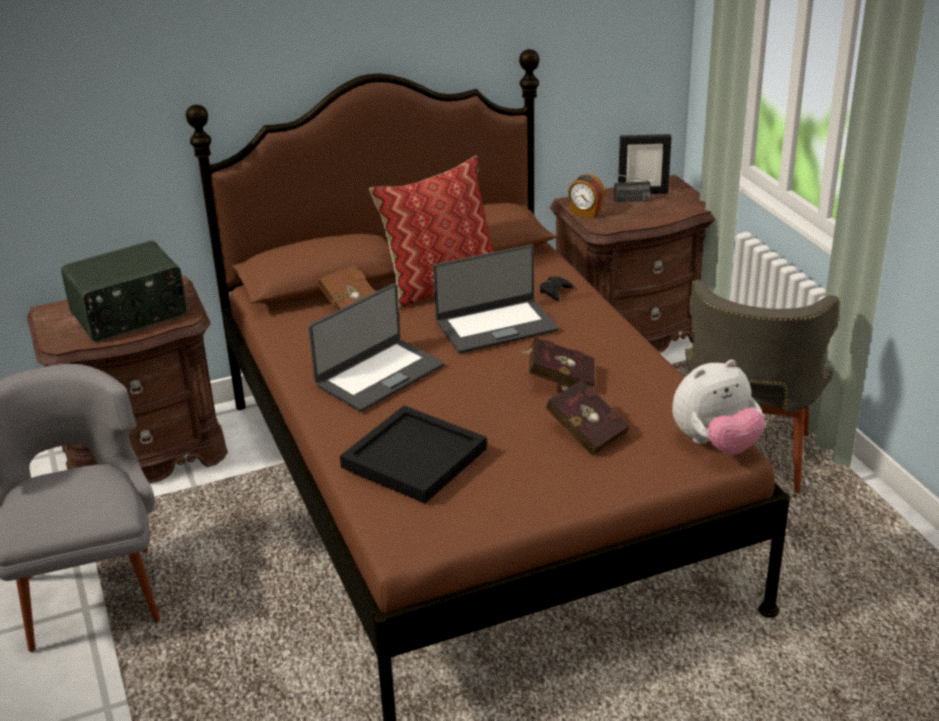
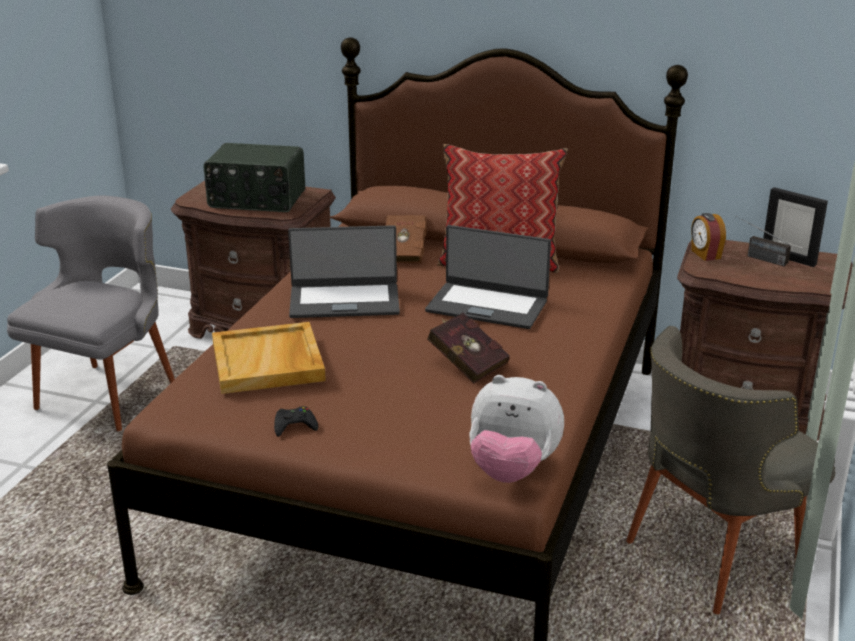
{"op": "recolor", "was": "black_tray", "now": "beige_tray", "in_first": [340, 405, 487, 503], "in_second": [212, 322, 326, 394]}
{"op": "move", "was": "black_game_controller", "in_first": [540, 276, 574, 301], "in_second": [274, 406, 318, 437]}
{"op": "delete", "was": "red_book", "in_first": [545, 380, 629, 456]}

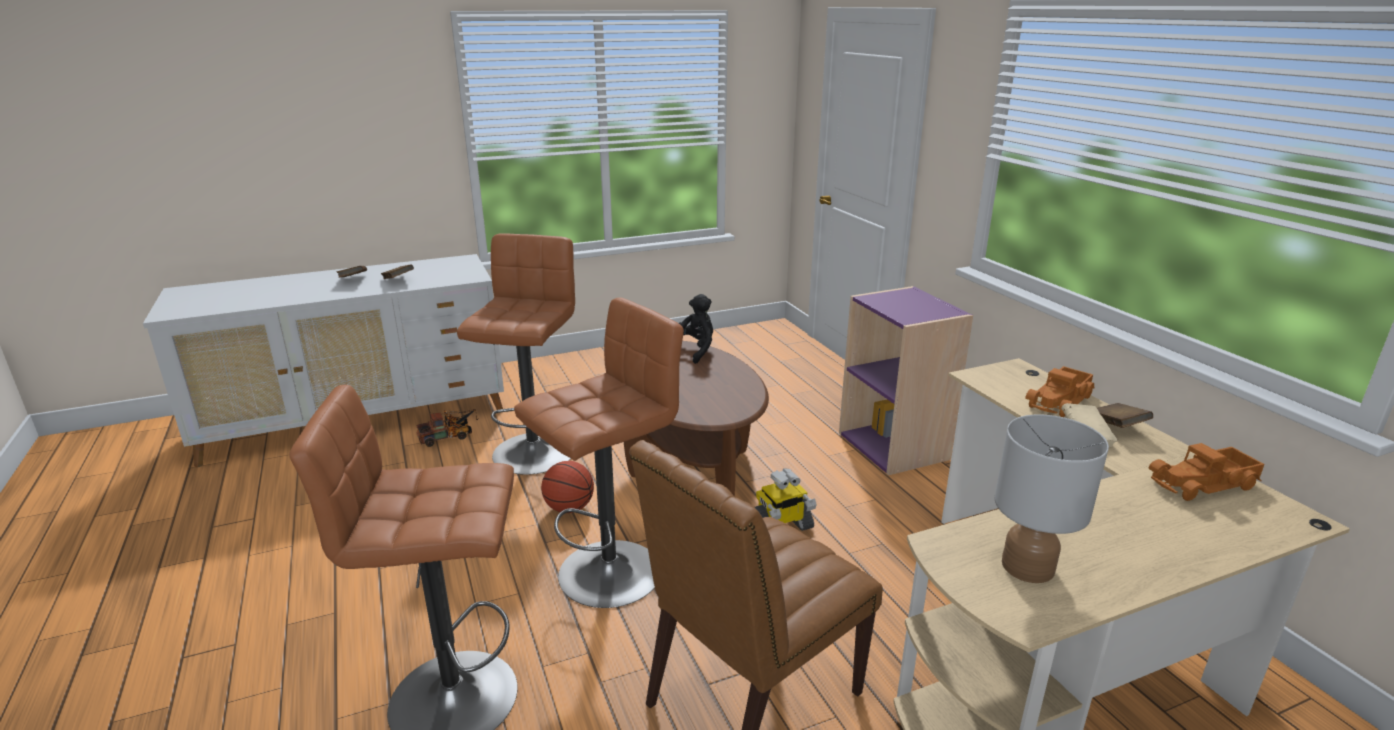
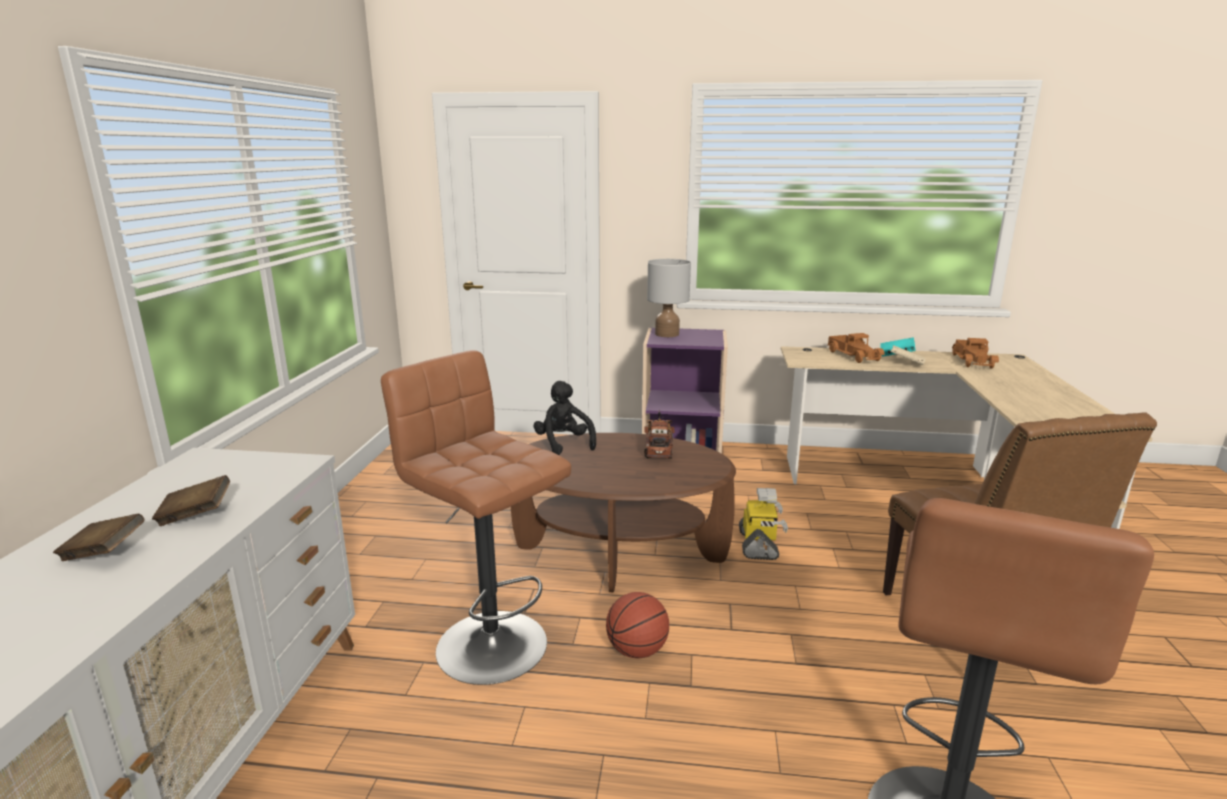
{"op": "move", "was": "toy_truck", "in_first": [416, 409, 478, 447], "in_second": [644, 410, 675, 459]}
{"op": "delete", "was": "brown_stool", "in_first": [514, 297, 684, 608]}
{"op": "move", "was": "grey_table_lamp", "in_first": [995, 414, 1109, 583], "in_second": [647, 259, 691, 337]}
{"op": "recolor", "was": "brown_book", "now": "turquoise_book", "in_first": [1097, 403, 1153, 428], "in_second": [880, 337, 915, 357]}

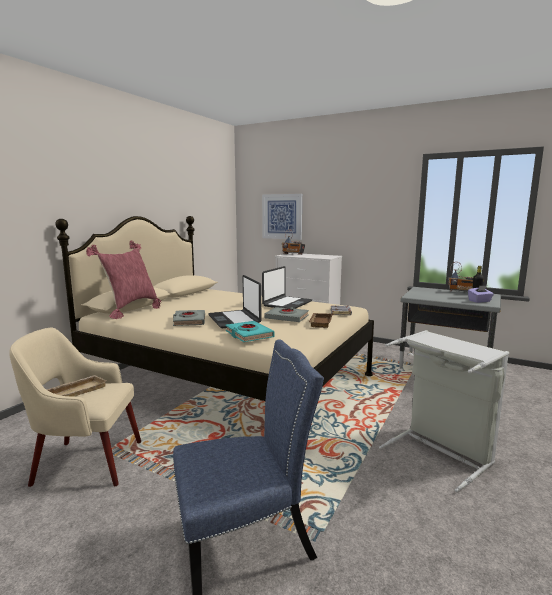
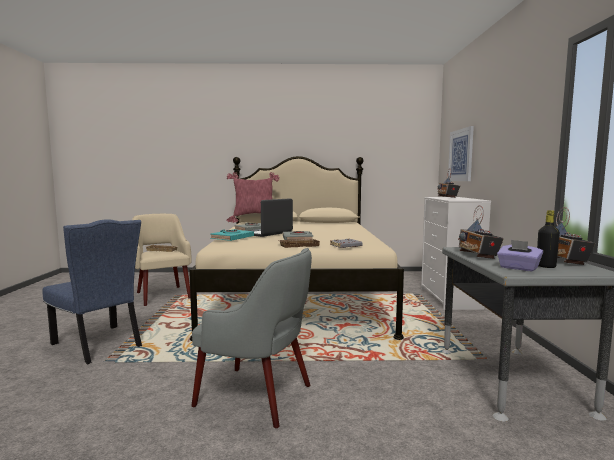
{"op": "delete", "was": "laptop", "in_first": [262, 266, 312, 309]}
{"op": "replace", "was": "grey_laundry_basket", "now": "grey_armchair", "in_first": [379, 330, 509, 492], "in_second": [191, 248, 312, 428]}
{"op": "insert", "now": "radio", "in_second": [458, 205, 504, 259]}

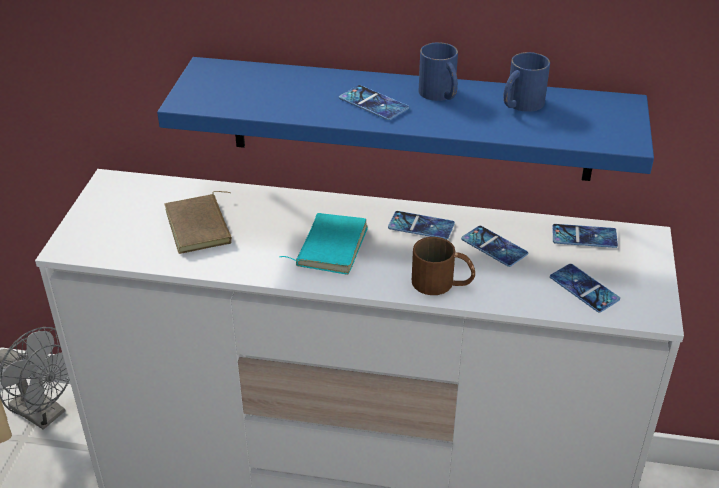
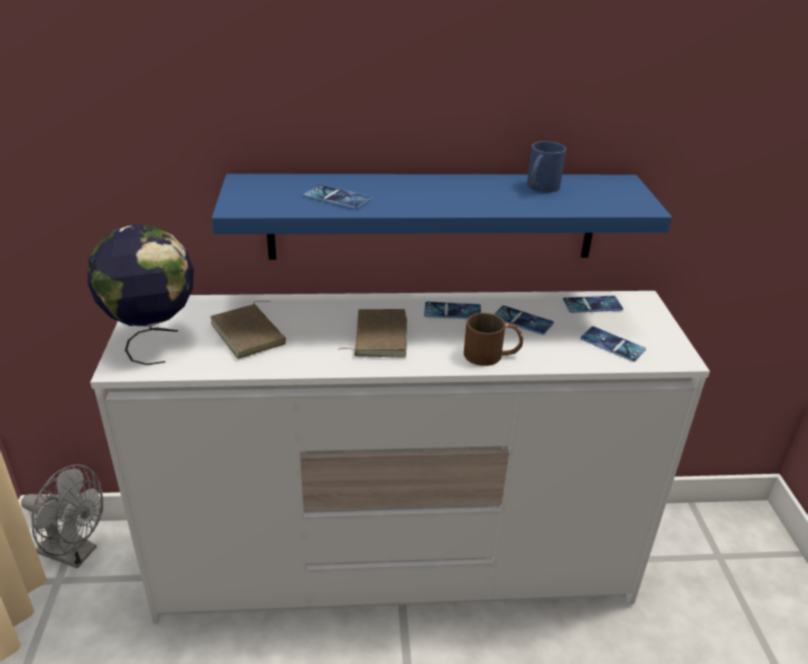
{"op": "recolor", "was": "turquoise_book", "now": "brown_book", "in_first": [280, 213, 368, 275], "in_second": [338, 309, 407, 358]}
{"op": "move", "was": "phone", "in_first": [339, 85, 409, 120], "in_second": [304, 185, 372, 209]}
{"op": "delete", "was": "blue_mug", "in_first": [418, 42, 458, 101]}
{"op": "insert", "now": "globe", "in_second": [87, 225, 194, 365]}

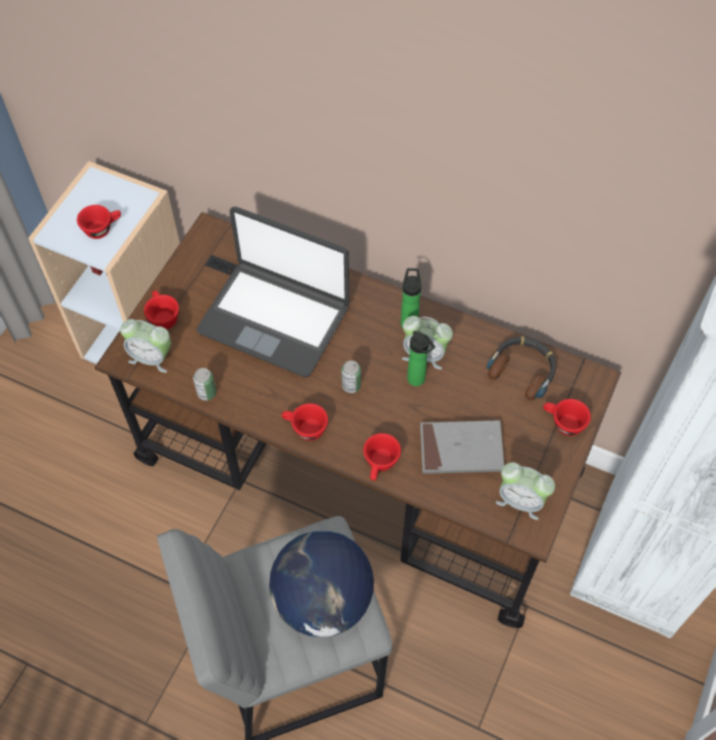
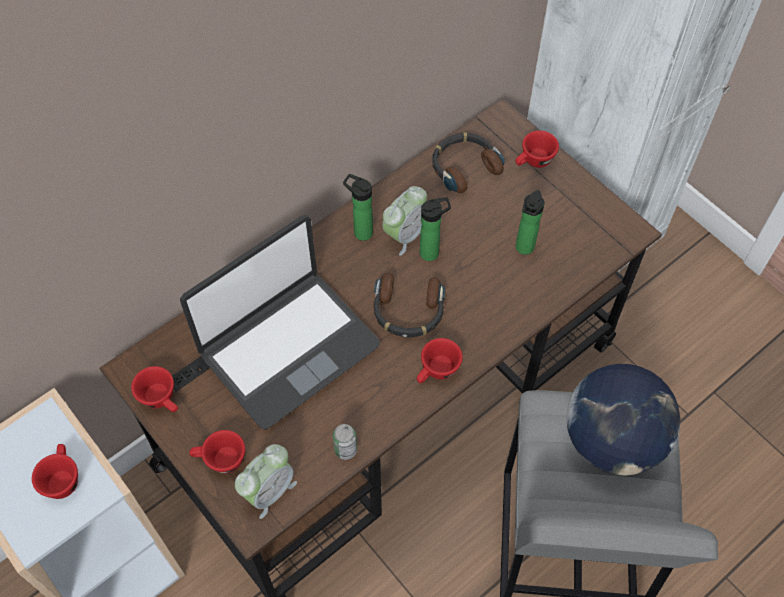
{"op": "replace", "was": "can", "now": "headphones", "in_first": [341, 360, 361, 393], "in_second": [374, 273, 445, 337]}
{"op": "move", "was": "red_cup", "in_first": [363, 433, 401, 481], "in_second": [131, 366, 178, 412]}
{"op": "replace", "was": "grey_book", "now": "bottle", "in_first": [420, 420, 504, 474], "in_second": [516, 190, 545, 255]}
{"op": "delete", "was": "alarm_clock", "in_first": [496, 462, 555, 520]}

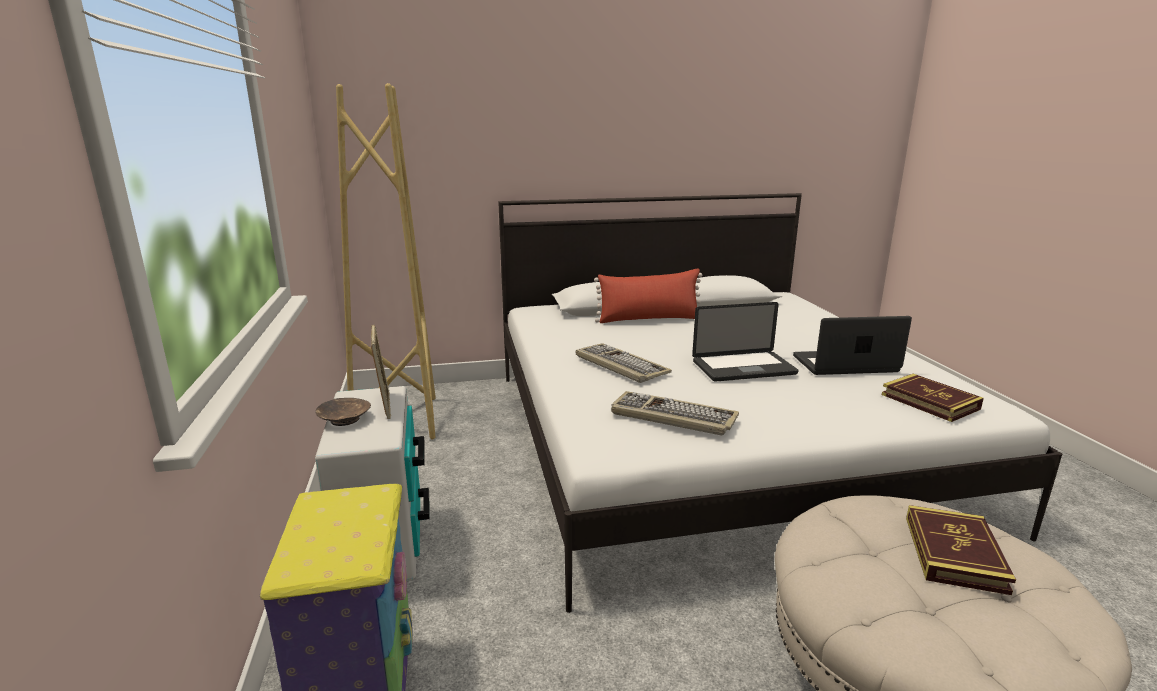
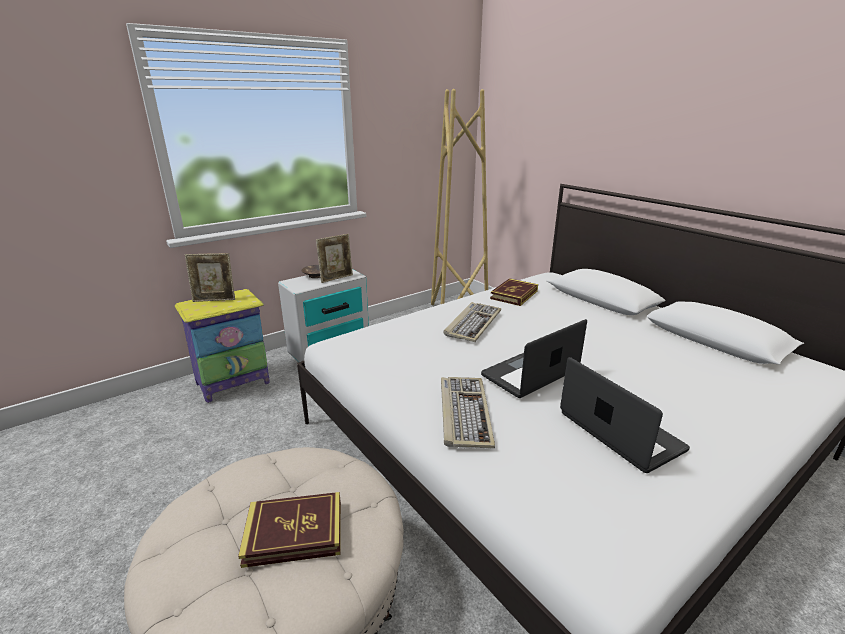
{"op": "delete", "was": "red_pillow", "in_first": [594, 269, 702, 323]}
{"op": "move", "was": "keyboard", "in_first": [611, 391, 739, 436], "in_second": [441, 377, 495, 448]}
{"op": "rotate", "was": "laptop", "in_first": [692, 302, 799, 382], "in_second": [481, 319, 587, 398], "clockwise": 90}
{"op": "move", "was": "book", "in_first": [882, 374, 984, 422], "in_second": [490, 278, 538, 306]}
{"op": "insert", "now": "picture_frame", "in_second": [185, 253, 235, 302]}

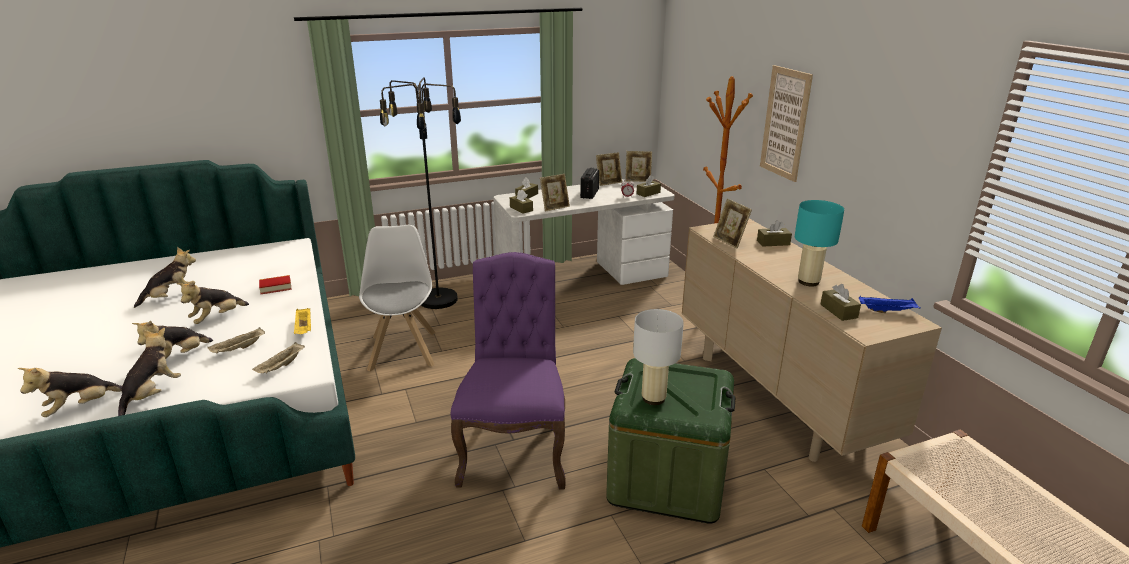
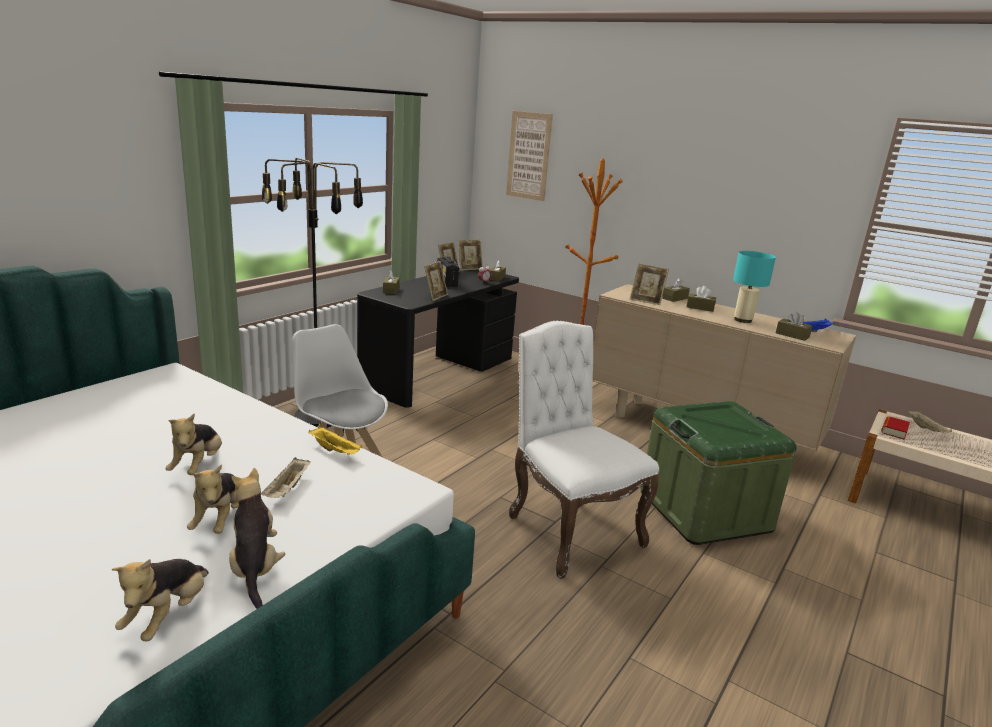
{"op": "delete", "was": "plush_toy", "in_first": [134, 247, 196, 308]}
{"op": "move", "was": "beige_tray", "in_first": [252, 342, 305, 373], "in_second": [908, 411, 952, 433]}
{"op": "move", "was": "book", "in_first": [259, 275, 292, 294], "in_second": [881, 416, 910, 440]}
{"op": "recolor", "was": "purple_chair", "now": "white_chair", "in_first": [451, 252, 566, 489], "in_second": [509, 321, 659, 579]}
{"op": "recolor", "was": "white_desk", "now": "black_desk", "in_first": [493, 179, 674, 285], "in_second": [357, 268, 519, 408]}
{"op": "move", "was": "brown_tissue_box", "in_first": [510, 189, 533, 214], "in_second": [686, 286, 716, 312]}
{"op": "delete", "was": "white_table_lamp", "in_first": [633, 309, 684, 405]}
{"op": "move", "was": "picture", "in_first": [760, 65, 813, 182], "in_second": [506, 111, 553, 201]}

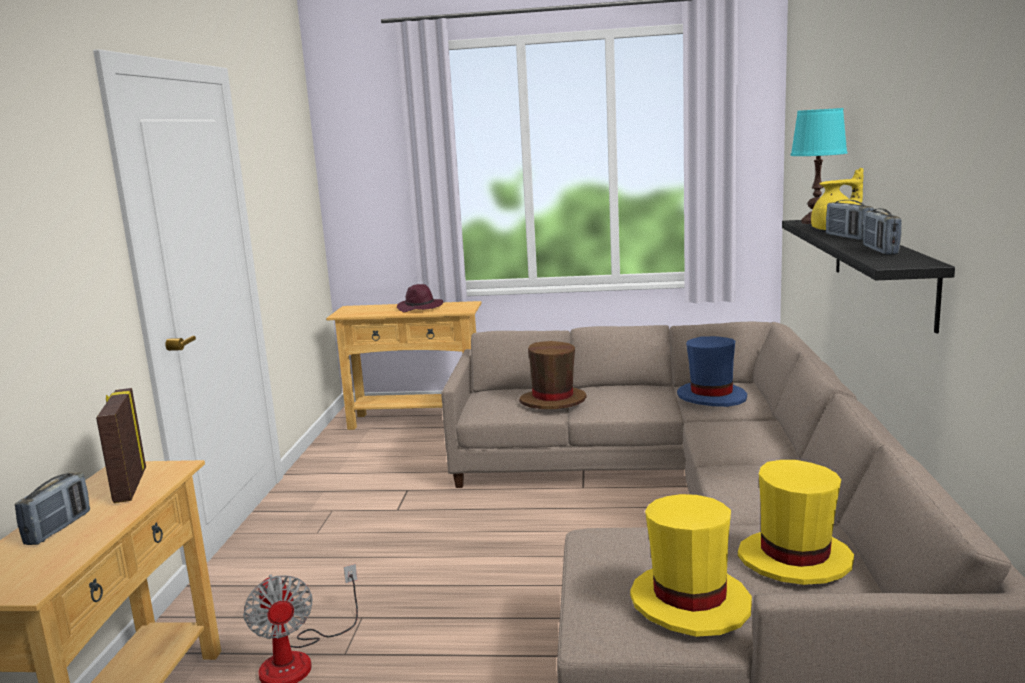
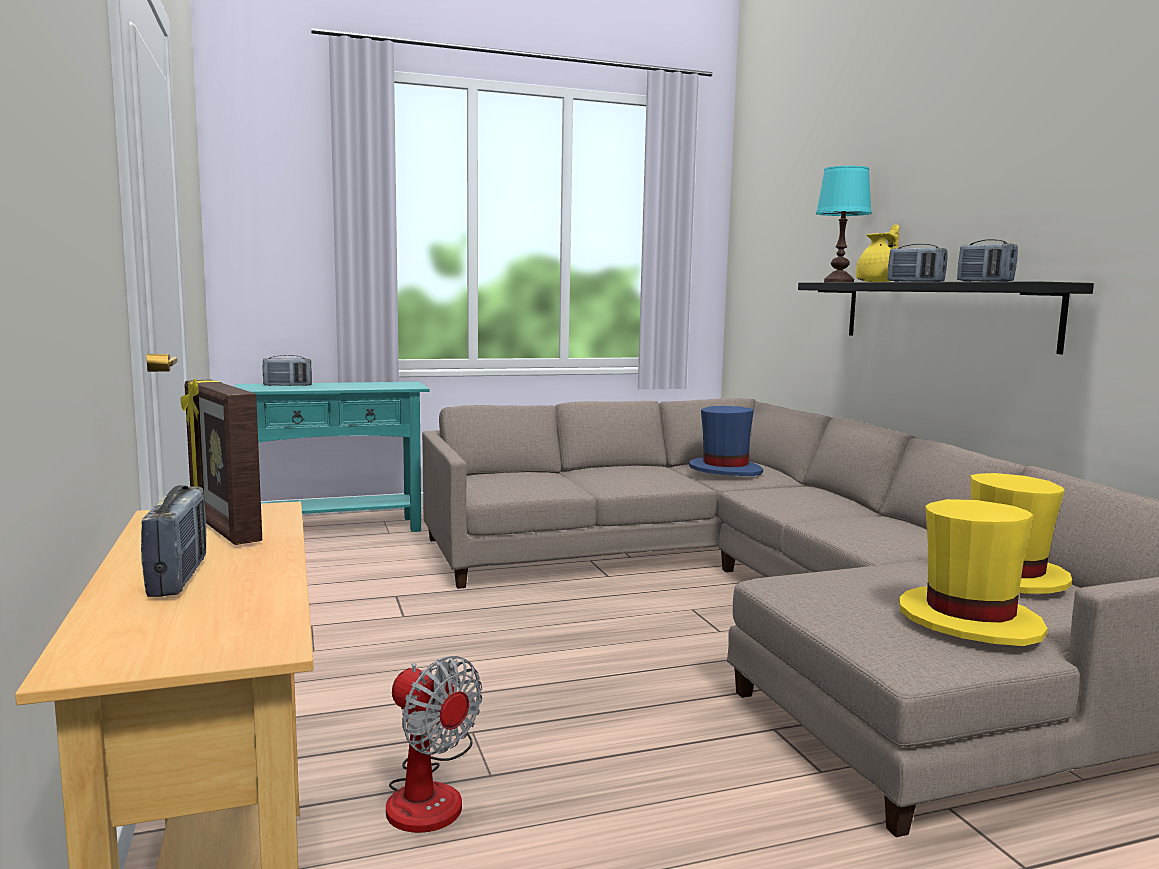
{"op": "recolor", "was": "beige_console_table", "now": "turquoise_console_table", "in_first": [326, 301, 482, 430], "in_second": [234, 382, 429, 532]}
{"op": "delete", "was": "purple_hat", "in_first": [397, 284, 443, 312]}
{"op": "delete", "was": "brown_hat", "in_first": [519, 341, 586, 409]}
{"op": "insert", "now": "radio", "in_second": [263, 355, 312, 386]}

